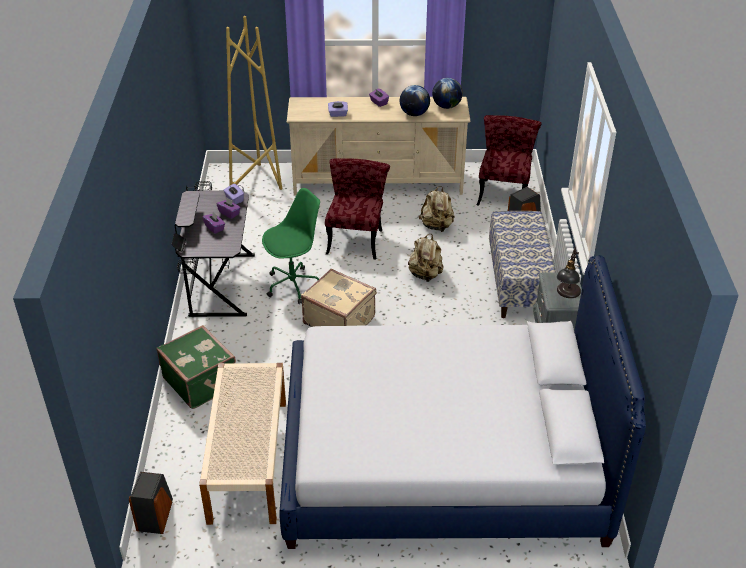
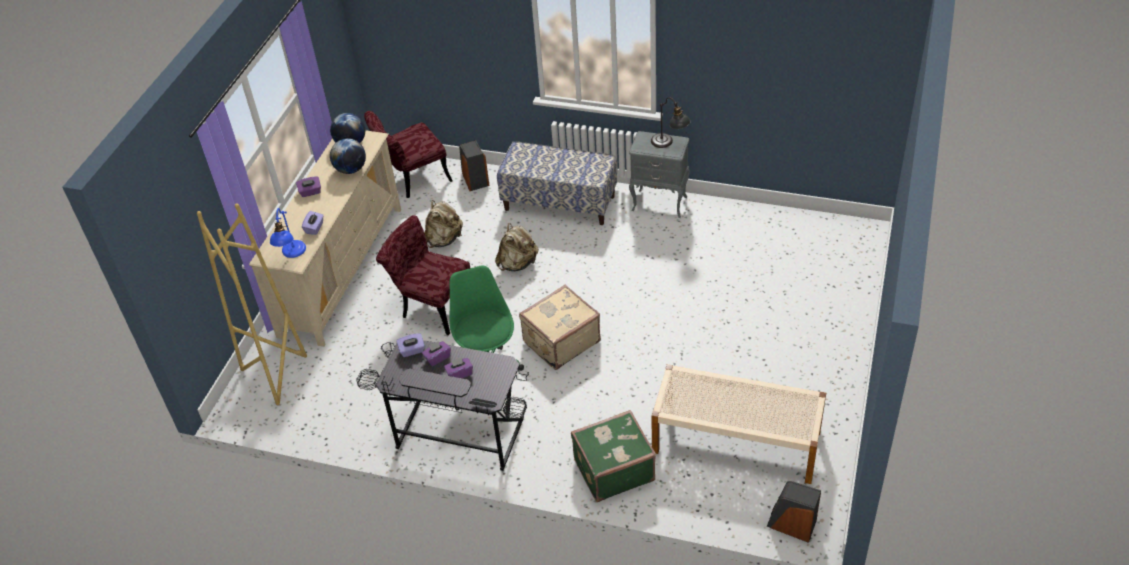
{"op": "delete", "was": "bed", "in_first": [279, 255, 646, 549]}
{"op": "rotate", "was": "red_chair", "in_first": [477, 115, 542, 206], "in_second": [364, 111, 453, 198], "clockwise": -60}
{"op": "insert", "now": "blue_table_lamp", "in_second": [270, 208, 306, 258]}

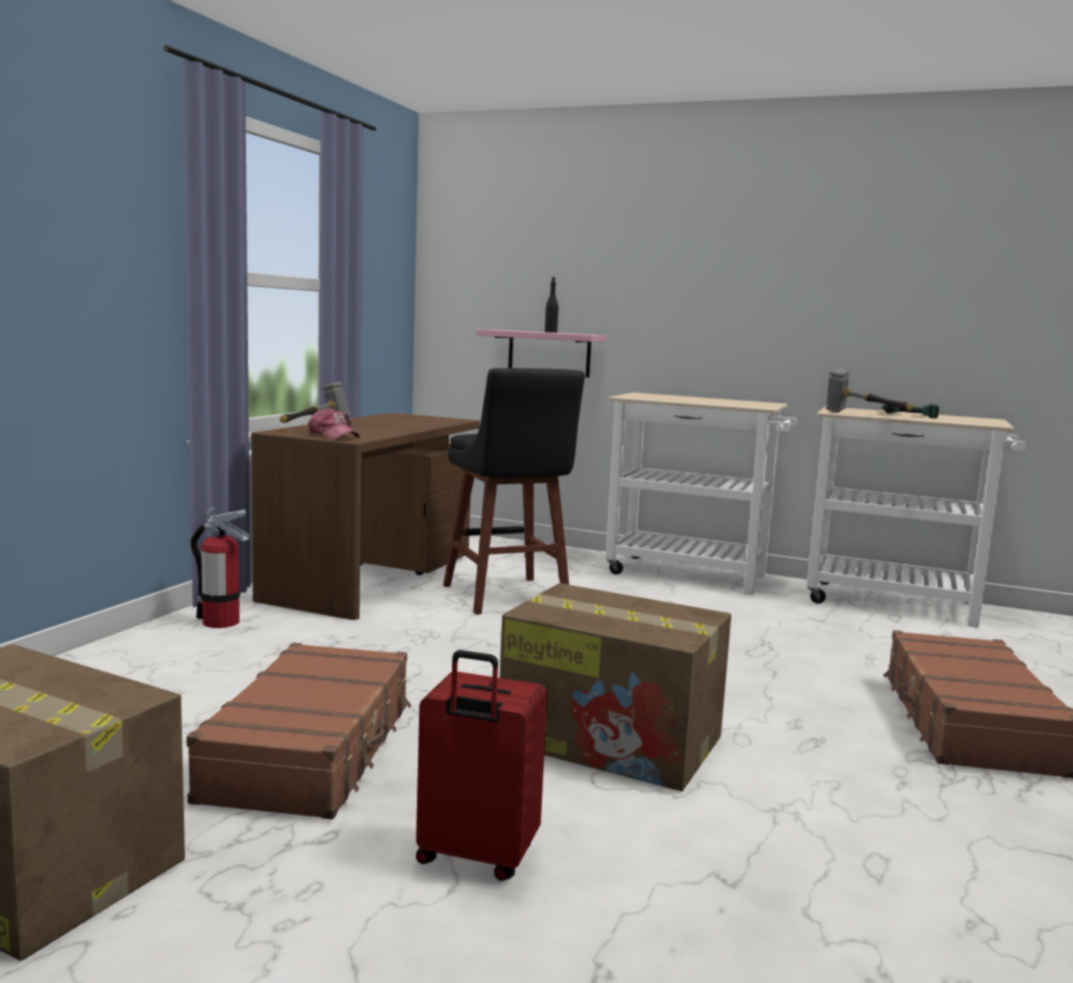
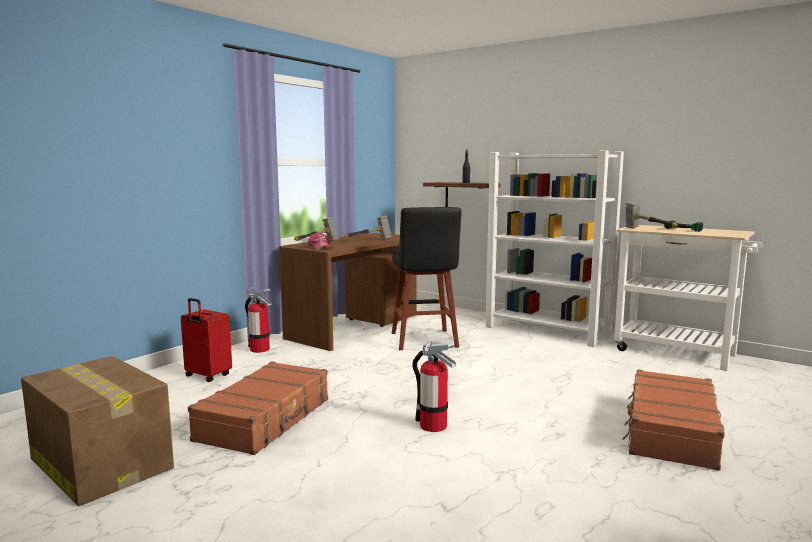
{"op": "move", "was": "red_suitcase", "in_first": [416, 650, 547, 881], "in_second": [181, 298, 232, 382]}
{"op": "recolor", "was": "pink_shelf", "now": "brown_shelf", "in_first": [476, 329, 607, 378], "in_second": [423, 182, 501, 207]}
{"op": "replace", "was": "cardboard_box", "now": "fire_extinguisher", "in_first": [500, 583, 731, 791], "in_second": [412, 340, 456, 432]}
{"op": "replace", "was": "white_cart", "now": "white_bookcase", "in_first": [606, 393, 797, 595], "in_second": [485, 150, 624, 347]}
{"op": "insert", "now": "hammer", "in_second": [344, 216, 392, 240]}

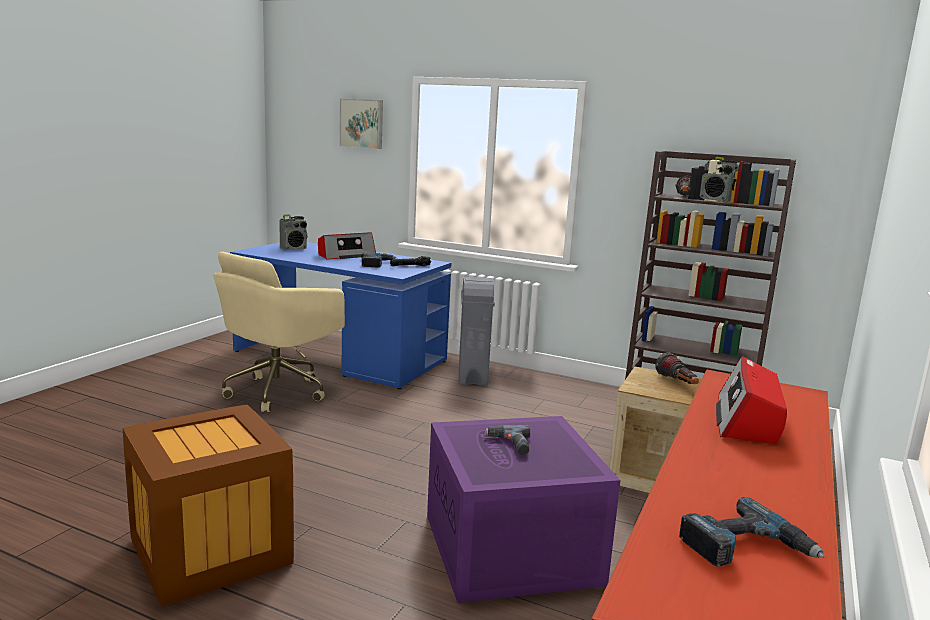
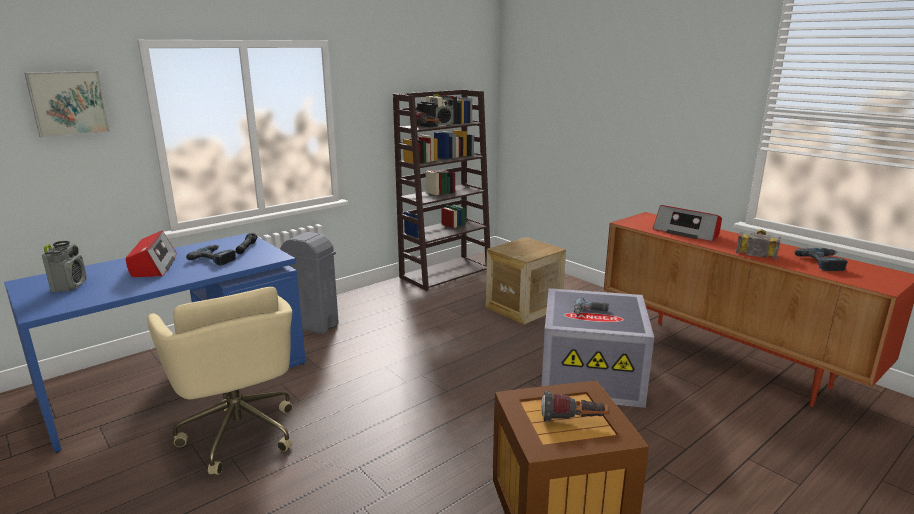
{"op": "recolor", "was": "purple_storage_box", "now": "grey_storage_box", "in_first": [427, 416, 620, 603], "in_second": [541, 288, 654, 408]}
{"op": "move", "was": "flashlight", "in_first": [655, 352, 699, 384], "in_second": [541, 391, 610, 422]}
{"op": "insert", "now": "hammer", "in_second": [736, 229, 781, 259]}

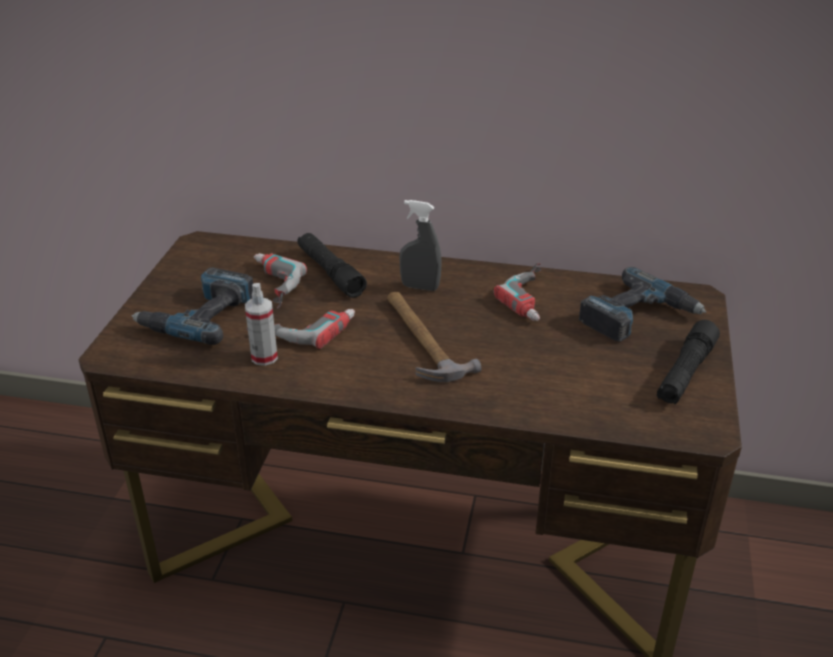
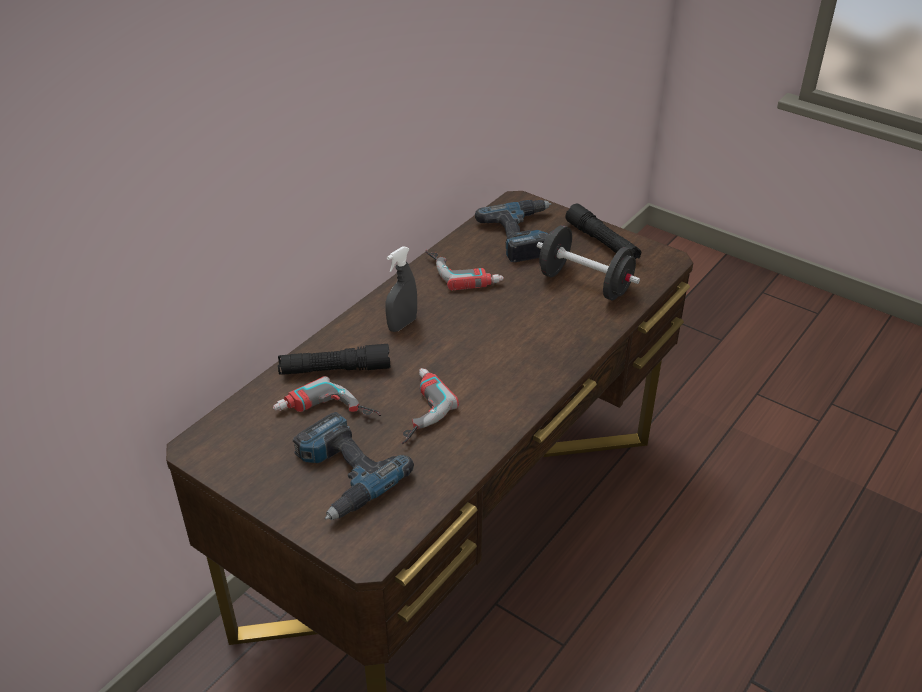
{"op": "delete", "was": "spray_bottle", "in_first": [245, 283, 278, 366]}
{"op": "delete", "was": "hammer", "in_first": [387, 292, 481, 382]}
{"op": "insert", "now": "black_dumbbell", "in_second": [537, 225, 640, 300]}

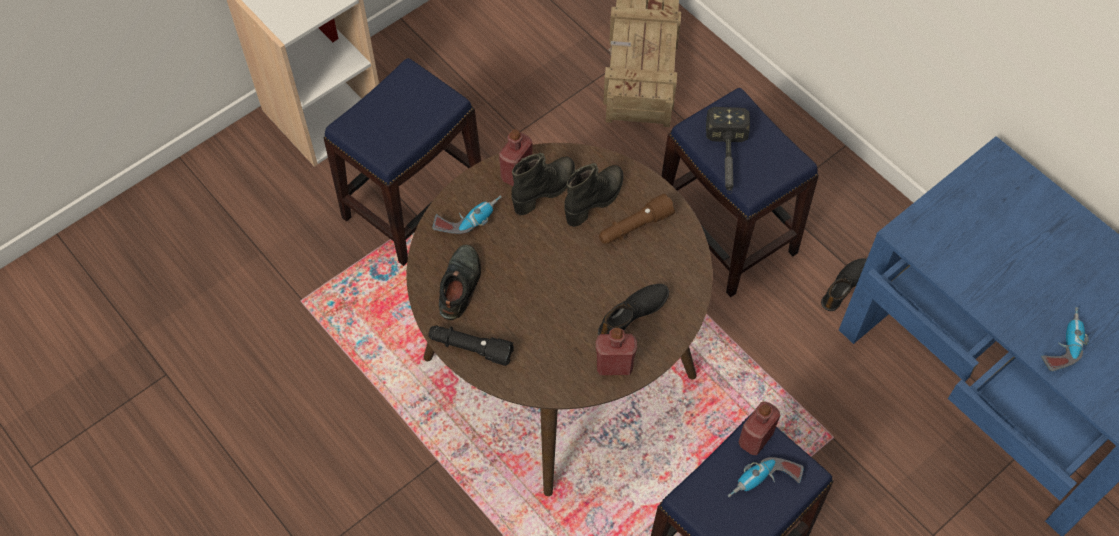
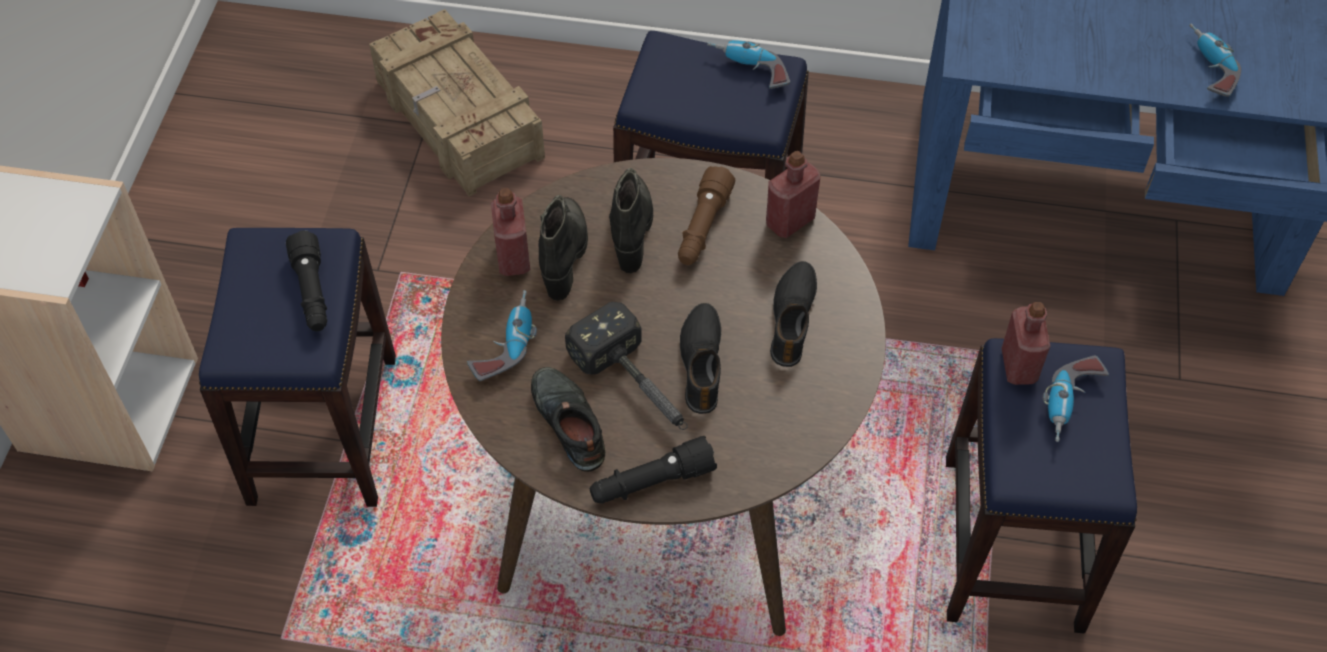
{"op": "move", "was": "red_bottle", "in_first": [596, 328, 637, 375], "in_second": [766, 151, 820, 238]}
{"op": "move", "was": "hammer", "in_first": [706, 107, 750, 194], "in_second": [565, 302, 688, 430]}
{"op": "move", "was": "black_shoe", "in_first": [821, 258, 867, 311], "in_second": [680, 303, 721, 414]}
{"op": "insert", "now": "black_flashlight", "in_second": [286, 231, 327, 331]}
{"op": "insert", "now": "power_drill", "in_second": [707, 40, 790, 89]}

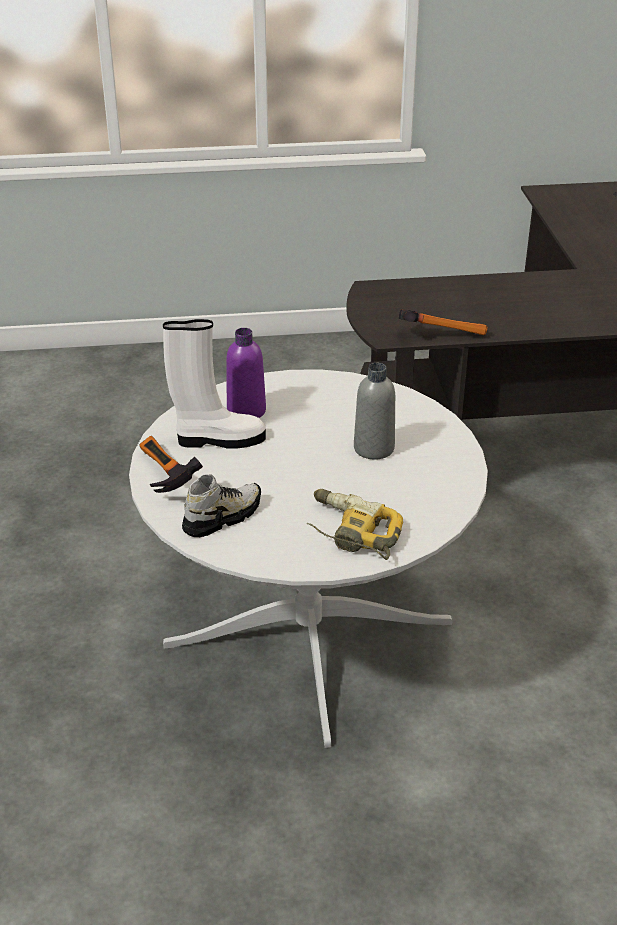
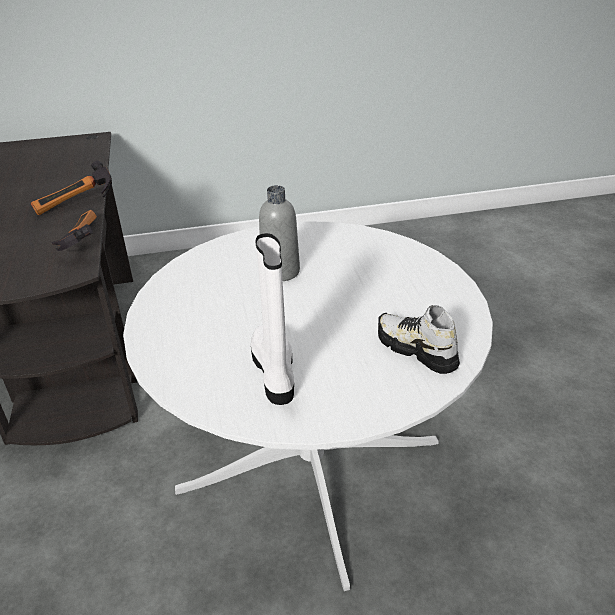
{"op": "move", "was": "hammer", "in_first": [139, 436, 203, 493], "in_second": [31, 160, 112, 215]}
{"op": "delete", "was": "purple_bottle", "in_first": [226, 328, 266, 418]}
{"op": "delete", "was": "power_drill", "in_first": [307, 489, 403, 560]}

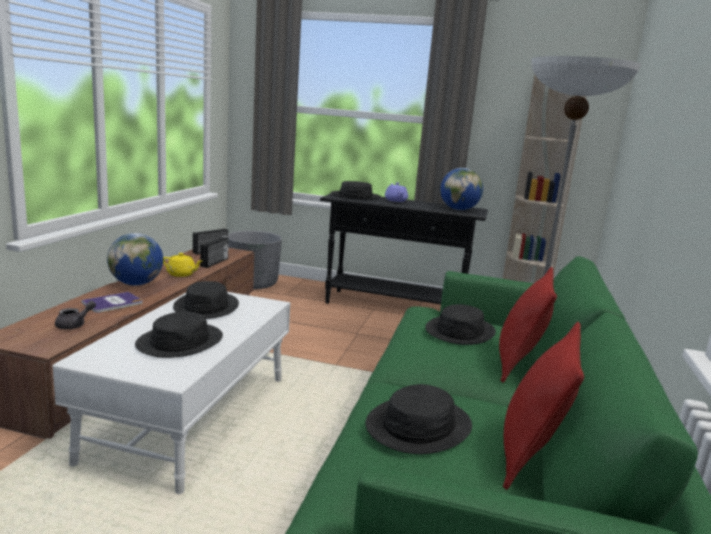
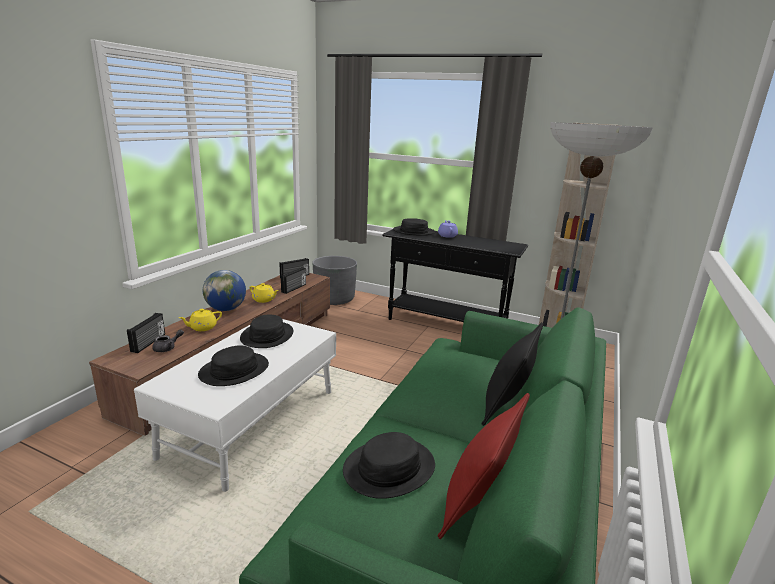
{"op": "replace", "was": "book", "now": "yellow_teapot", "in_first": [81, 292, 142, 313], "in_second": [179, 309, 222, 331]}
{"op": "delete", "was": "black_hat", "in_first": [425, 304, 496, 345]}
{"op": "delete", "was": "globe", "in_first": [440, 168, 483, 210]}
{"op": "recolor", "was": "red_pillow", "now": "black_pillow", "in_first": [499, 267, 557, 383], "in_second": [481, 322, 543, 426]}
{"op": "insert", "now": "radio", "in_second": [127, 313, 165, 353]}

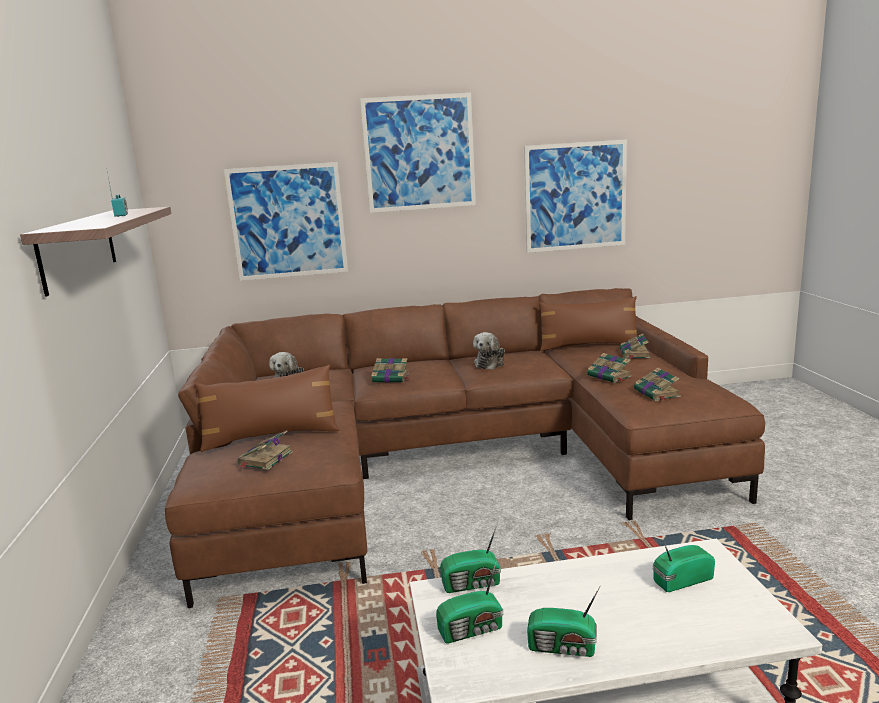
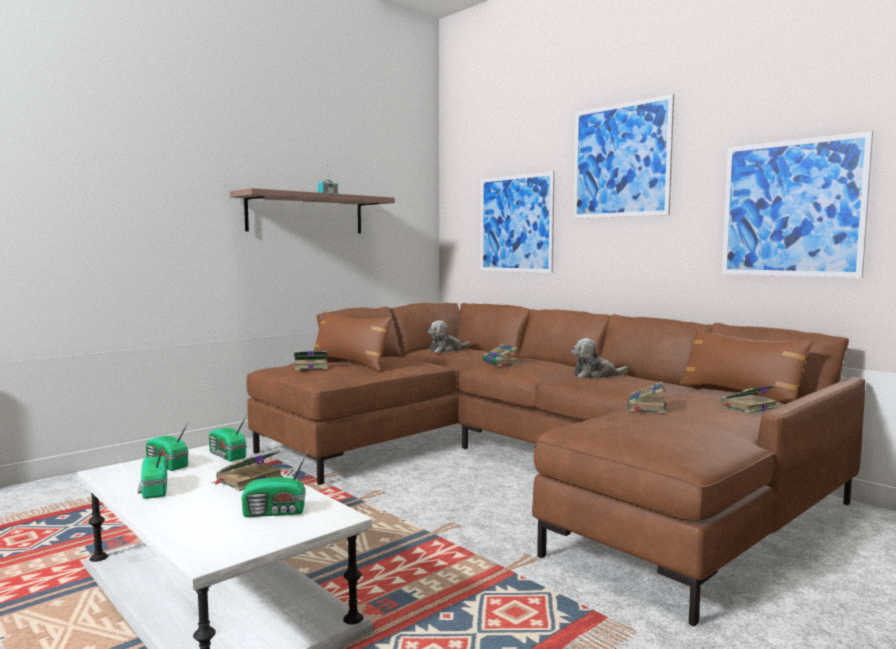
{"op": "move", "was": "book", "in_first": [634, 368, 681, 401], "in_second": [212, 450, 283, 491]}
{"op": "rotate", "was": "radio", "in_first": [653, 543, 715, 592], "in_second": [241, 450, 308, 517], "clockwise": 135}

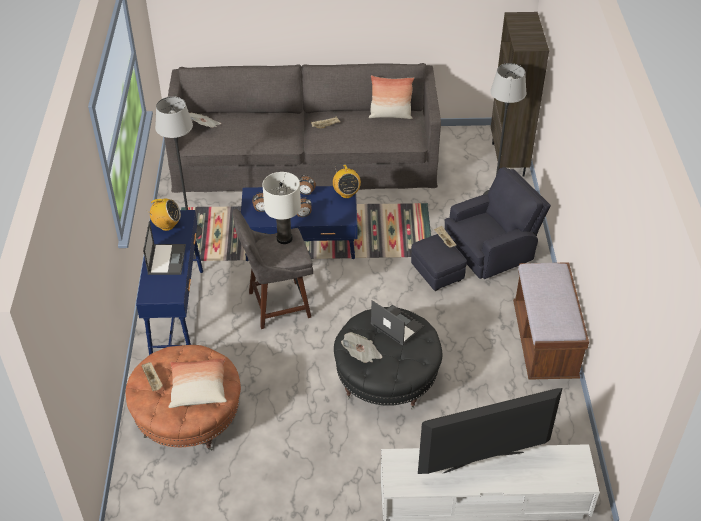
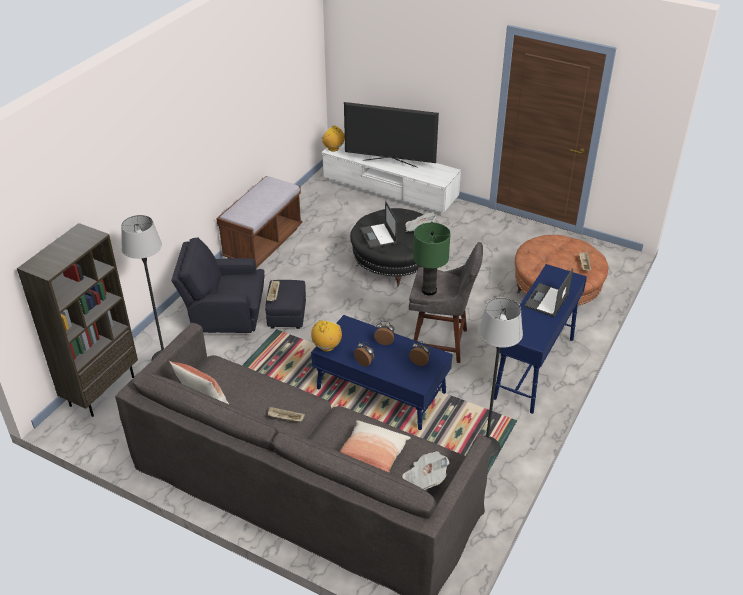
{"op": "move", "was": "radio", "in_first": [150, 199, 181, 231], "in_second": [322, 125, 345, 152]}
{"op": "move", "was": "pillow", "in_first": [168, 358, 227, 408], "in_second": [340, 420, 411, 472]}
{"op": "recolor", "was": "white_table_lamp", "now": "green_table_lamp", "in_first": [262, 172, 301, 244], "in_second": [413, 222, 451, 295]}

